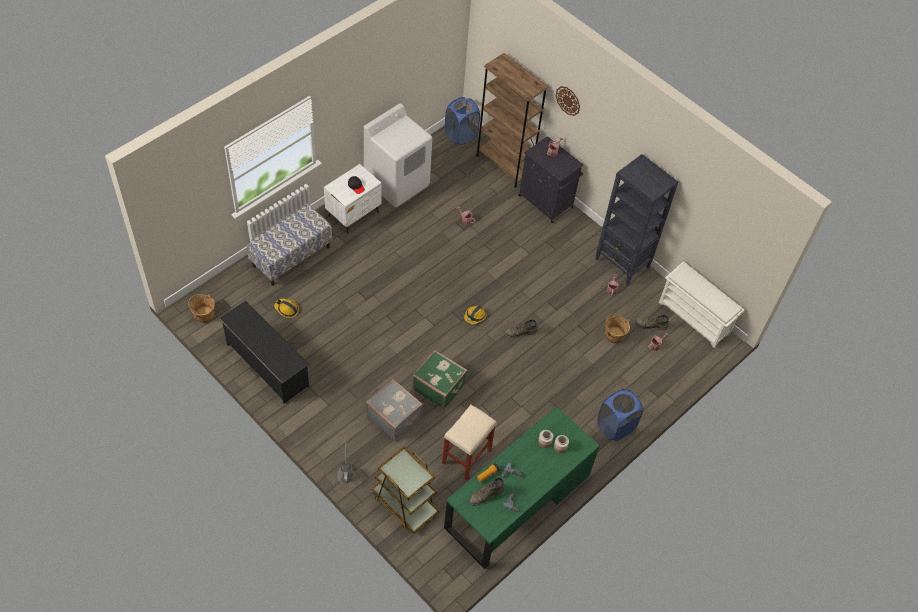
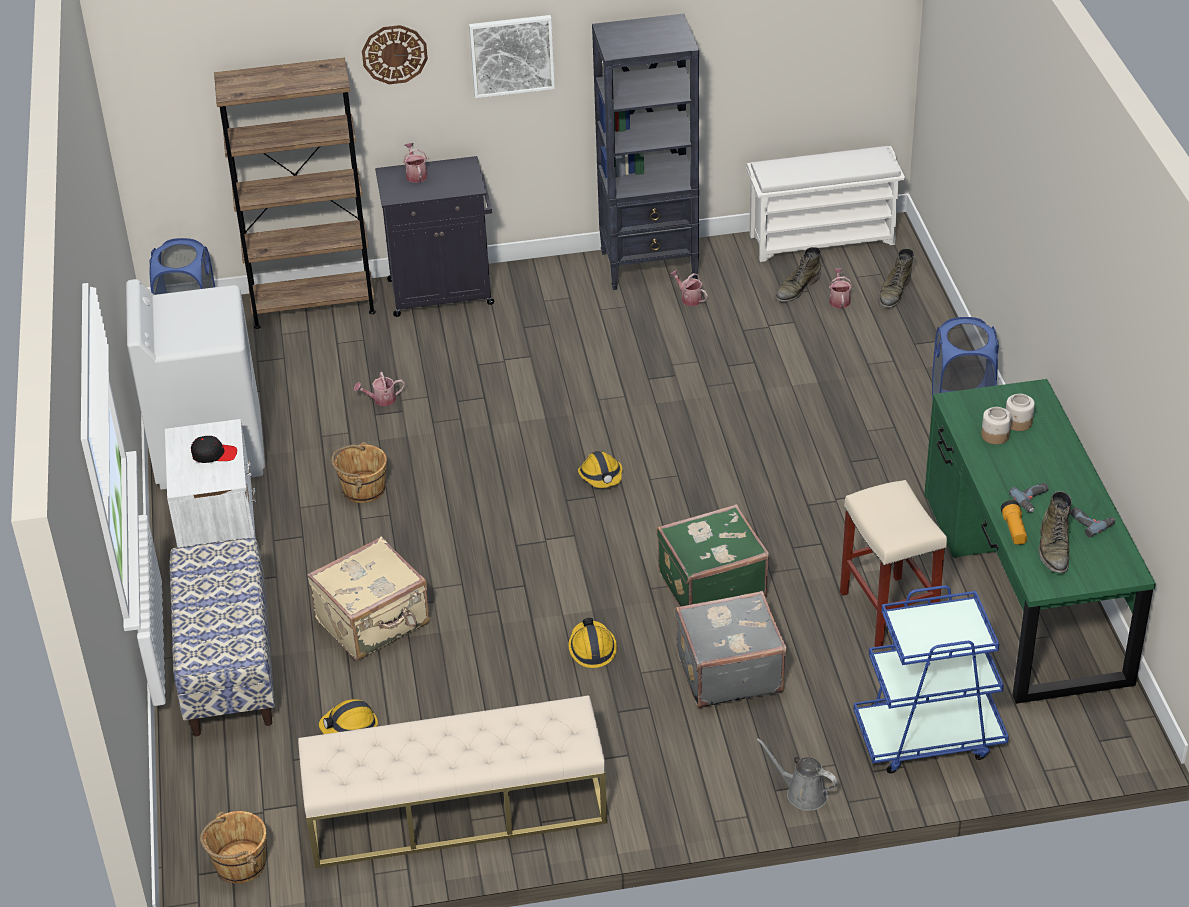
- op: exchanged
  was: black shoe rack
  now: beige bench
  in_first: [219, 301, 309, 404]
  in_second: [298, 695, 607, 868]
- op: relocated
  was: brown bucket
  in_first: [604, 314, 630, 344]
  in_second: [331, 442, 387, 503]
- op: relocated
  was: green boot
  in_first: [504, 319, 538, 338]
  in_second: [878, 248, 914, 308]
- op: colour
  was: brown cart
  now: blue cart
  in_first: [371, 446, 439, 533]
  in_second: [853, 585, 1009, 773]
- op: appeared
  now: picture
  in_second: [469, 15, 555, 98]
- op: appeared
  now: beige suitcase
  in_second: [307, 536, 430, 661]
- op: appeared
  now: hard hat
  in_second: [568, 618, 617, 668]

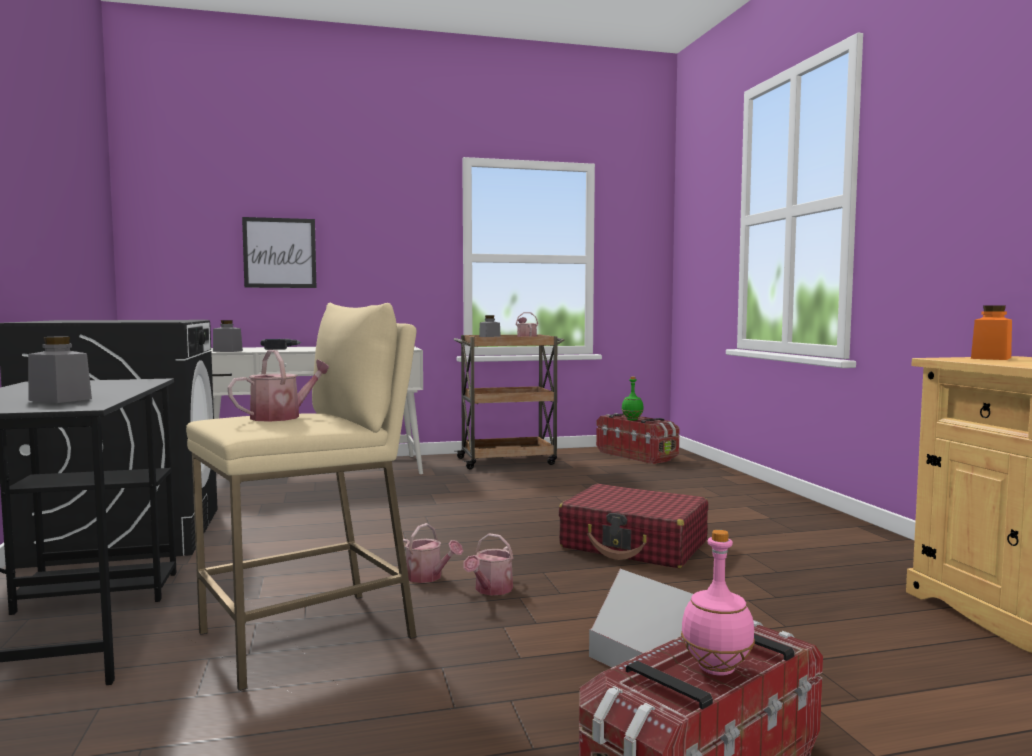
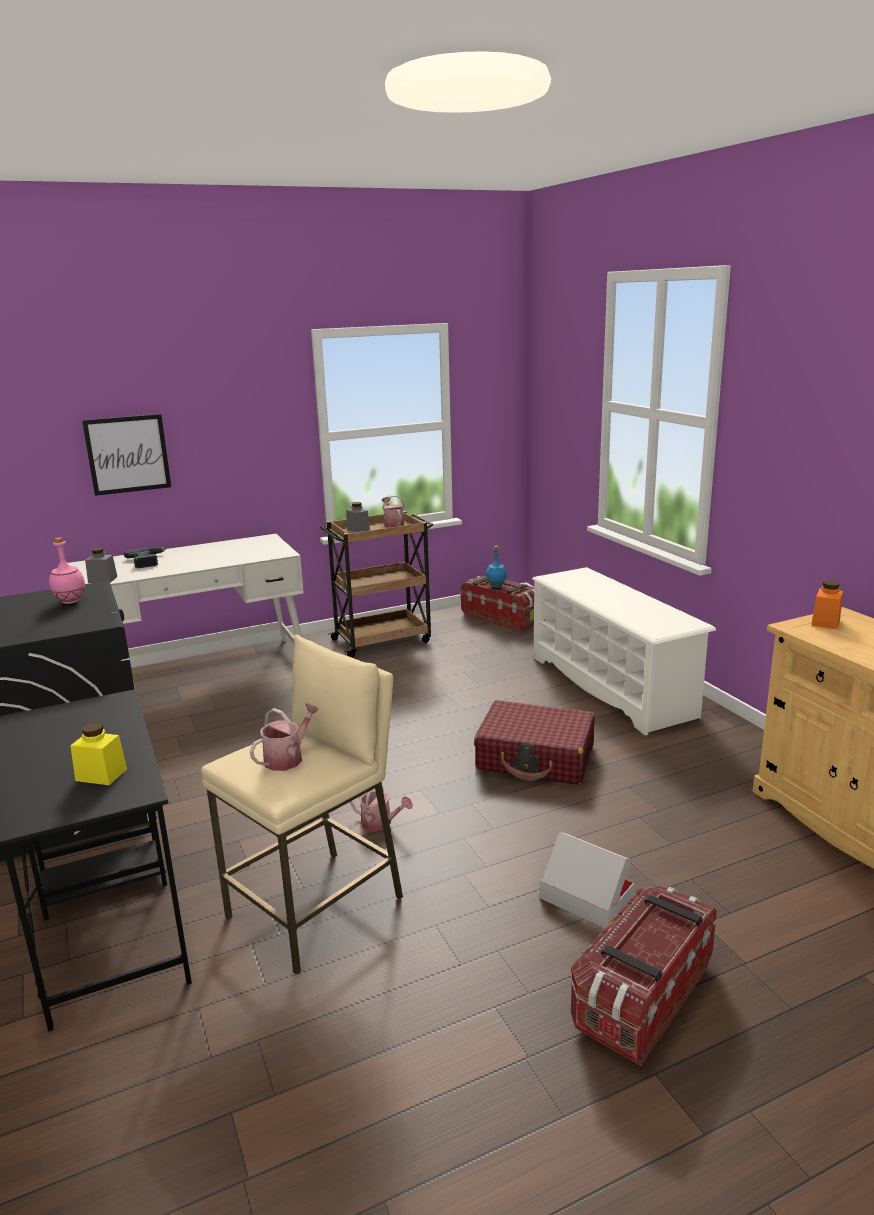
- op: colour
  was: grey jar
  now: yellow jar
  in_first: [28, 336, 92, 403]
  in_second: [70, 722, 127, 785]
- op: colour
  was: green bottle
  now: blue bottle
  in_first: [622, 377, 644, 421]
  in_second: [486, 546, 507, 588]
- op: relocated
  was: pink bottle
  in_first: [681, 530, 755, 676]
  in_second: [49, 537, 86, 604]
- op: missing
  was: watering can
  in_first: [463, 533, 513, 595]
- op: appeared
  now: white shoe rack
  in_second: [532, 567, 716, 735]

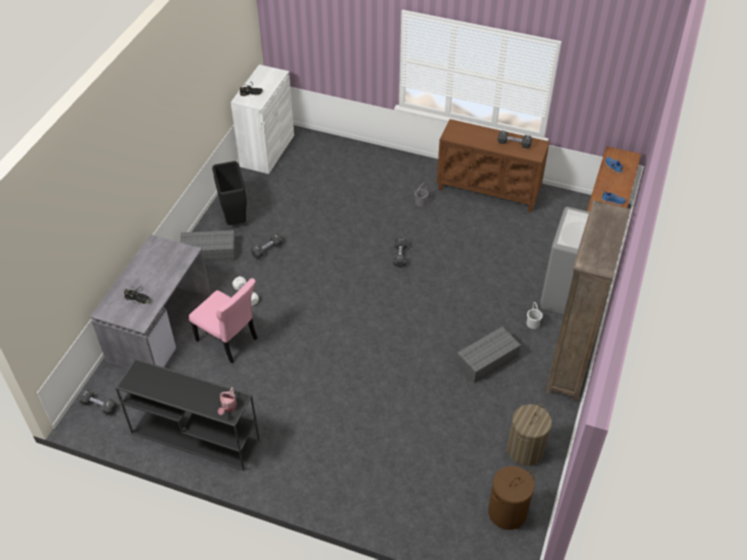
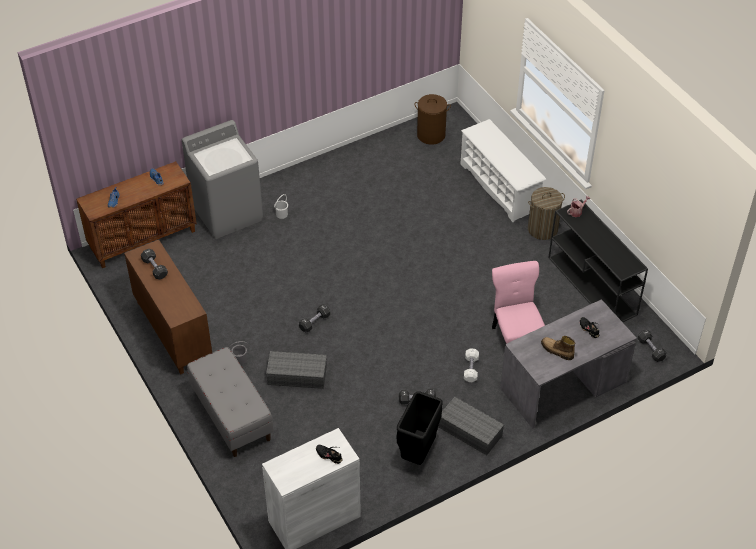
- op: missing
  was: brown bookcase
  in_first: [545, 200, 631, 402]
- op: relocated
  was: grey storage box
  in_first: [456, 327, 521, 383]
  in_second: [266, 351, 327, 389]
- op: relocated
  was: laundry basket
  in_first: [507, 404, 552, 466]
  in_second: [528, 187, 565, 240]
- op: appeared
  now: white shoe rack
  in_second: [461, 119, 546, 222]
- op: appeared
  now: boot
  in_second: [541, 336, 575, 360]
- op: appeared
  now: grey bench
  in_second: [187, 347, 274, 457]

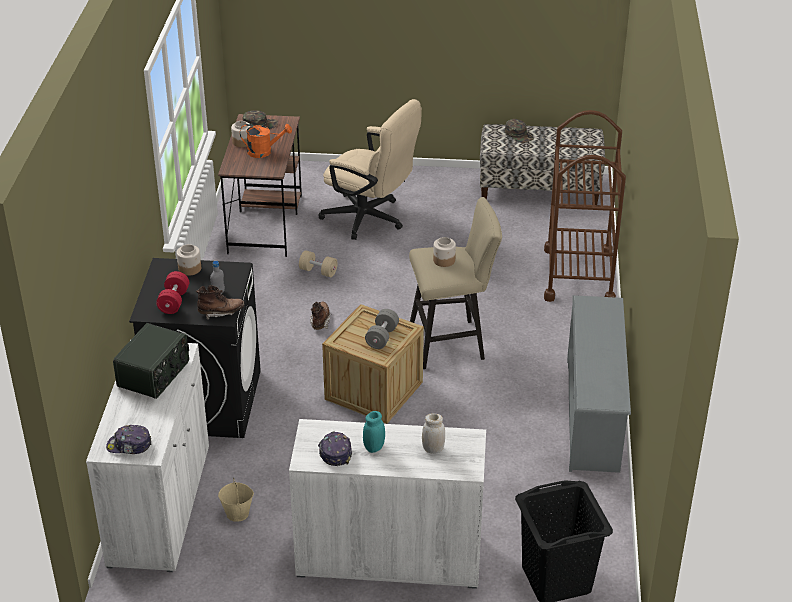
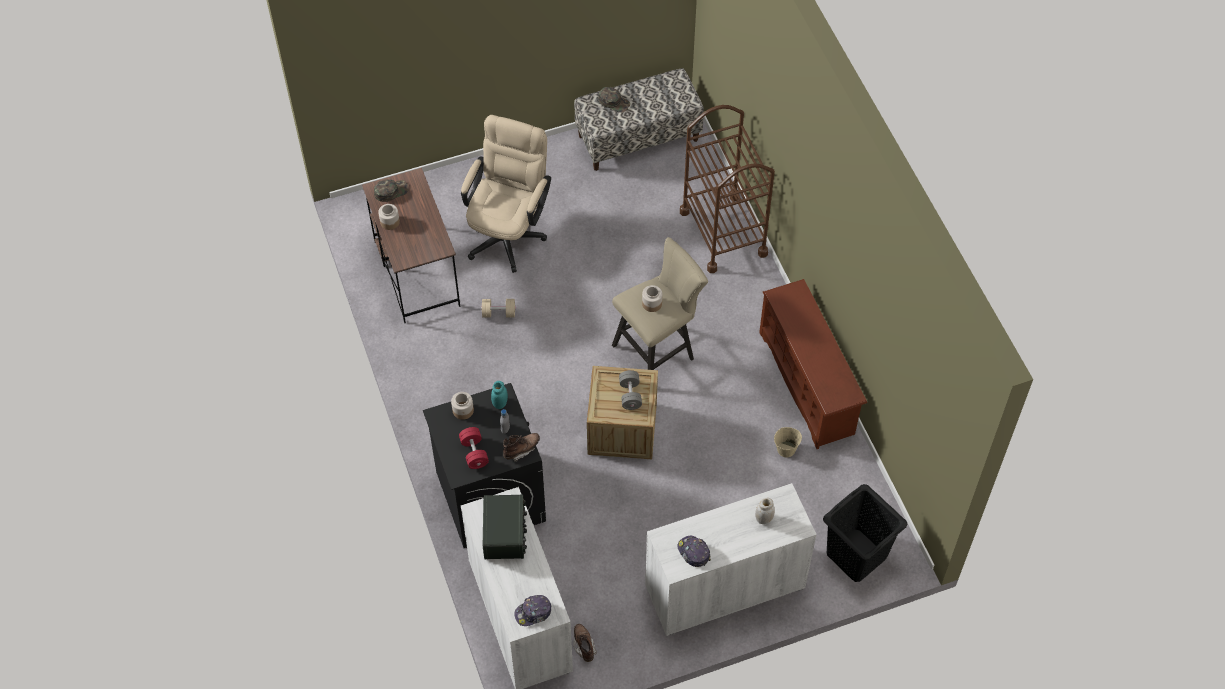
- op: spun
  was: beige office chair
  in_first: [318, 99, 422, 240]
  in_second: [461, 115, 551, 273]
  clockwise: -75
- op: missing
  was: orange watering can
  in_first: [240, 124, 292, 158]
- op: colour
  was: grey shoe rack
  now: brown shoe rack
  in_first: [567, 295, 631, 473]
  in_second: [759, 279, 867, 449]
- op: relocated
  was: brown boot
  in_first: [310, 302, 331, 330]
  in_second: [574, 624, 597, 662]
- op: relocated
  was: turquoise jar
  in_first: [363, 411, 385, 453]
  in_second: [491, 381, 508, 409]
- op: relocated
  was: beige bucket
  in_first: [218, 479, 254, 522]
  in_second: [774, 427, 802, 457]

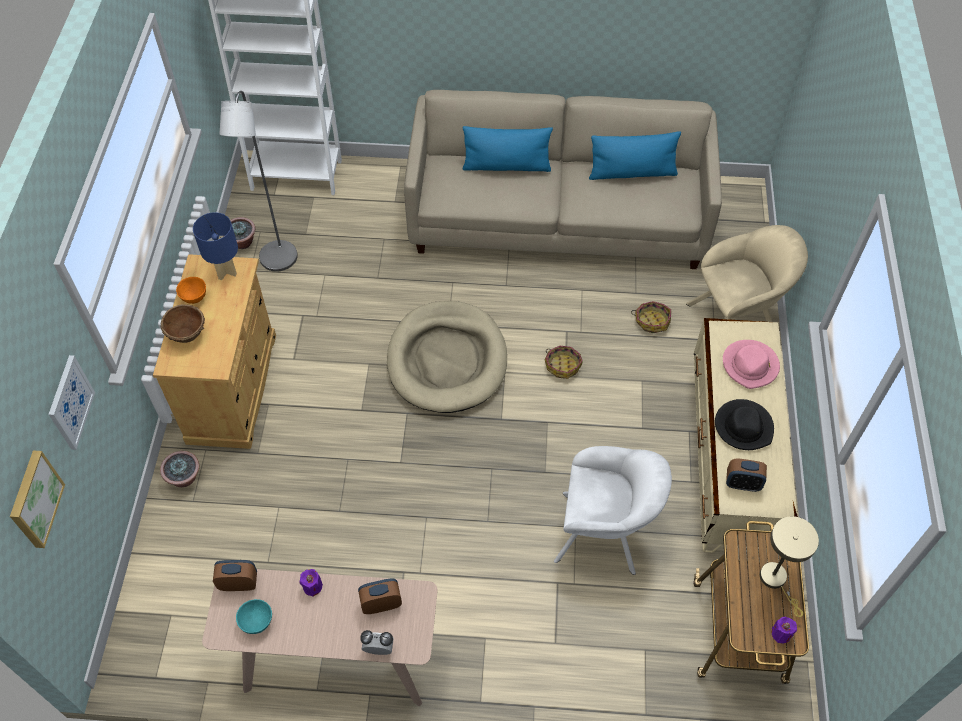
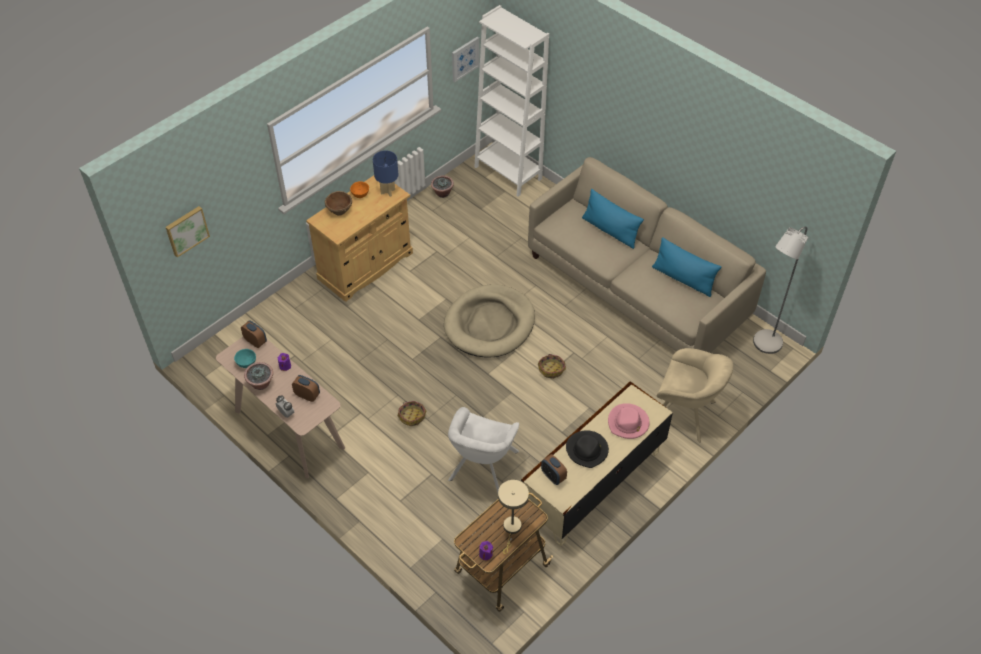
- op: relocated
  was: grey floor lamp
  in_first: [220, 91, 298, 271]
  in_second: [753, 227, 808, 354]
- op: relocated
  was: basket
  in_first: [631, 301, 671, 333]
  in_second: [398, 401, 426, 426]
- op: relocated
  was: picture
  in_first: [48, 355, 95, 450]
  in_second: [452, 37, 480, 82]
- op: spun
  was: white armchair
  in_first: [554, 446, 672, 575]
  in_second: [448, 407, 519, 493]
  clockwise: 60
- op: relocated
  was: potted plant
  in_first: [160, 451, 199, 487]
  in_second: [244, 362, 273, 390]

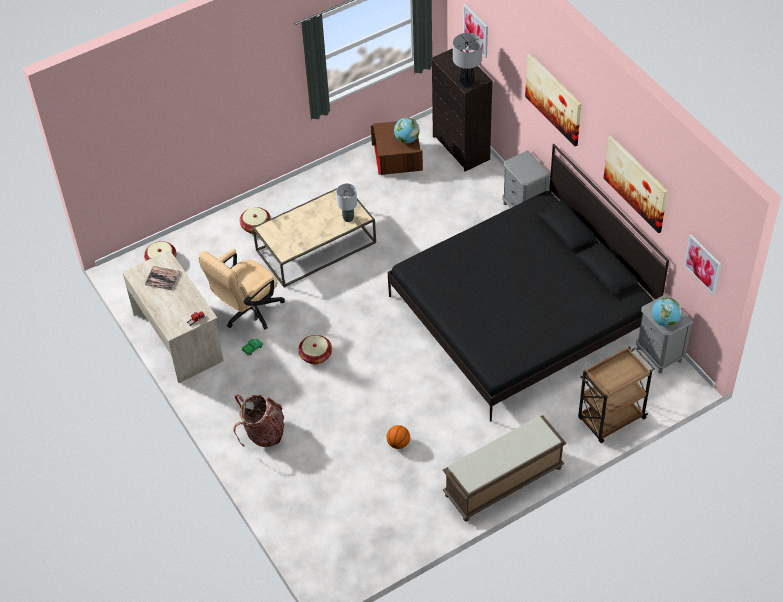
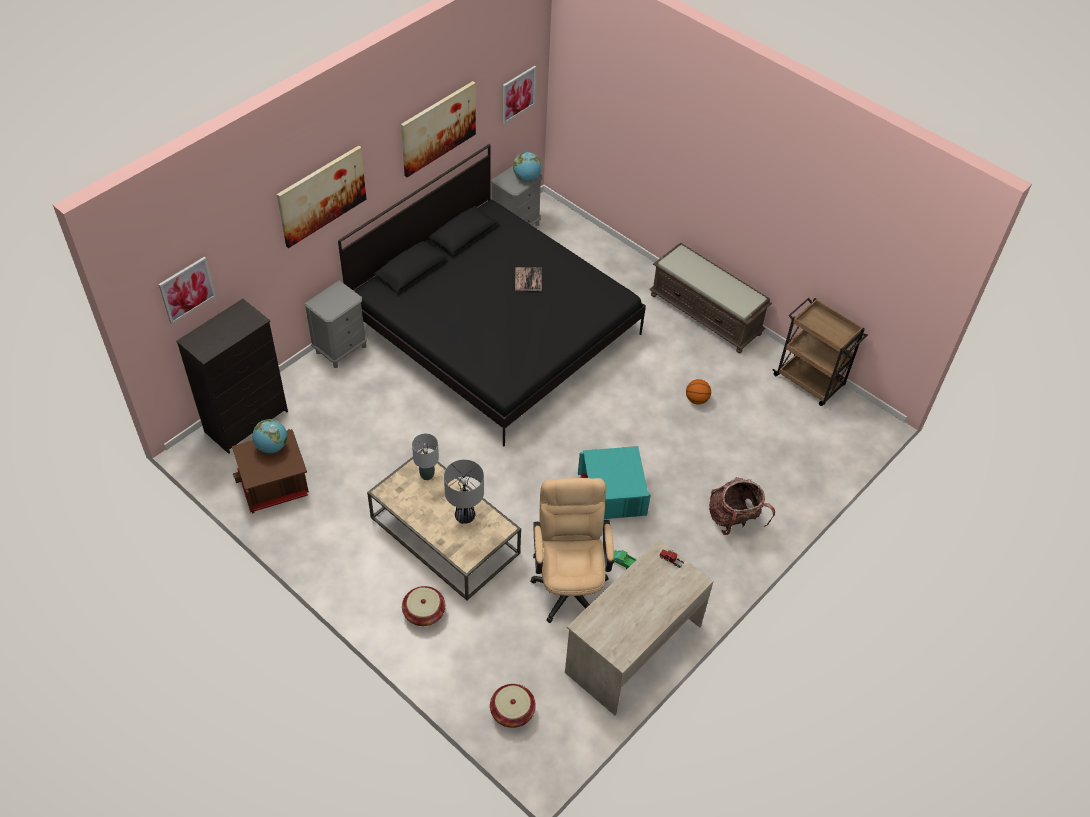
- op: relocated
  was: table lamp
  in_first: [453, 33, 482, 88]
  in_second: [444, 459, 484, 524]
- op: spun
  was: beige office chair
  in_first: [199, 249, 285, 330]
  in_second: [530, 478, 614, 623]
  clockwise: -120
- op: relocated
  was: book
  in_first: [145, 266, 180, 290]
  in_second: [515, 267, 542, 291]
- op: exchanged
  was: basket
  now: turquoise storage box
  in_first: [298, 335, 332, 364]
  in_second: [578, 446, 651, 519]
- op: relocated
  was: brown cart
  in_first: [578, 346, 655, 443]
  in_second: [773, 298, 868, 406]

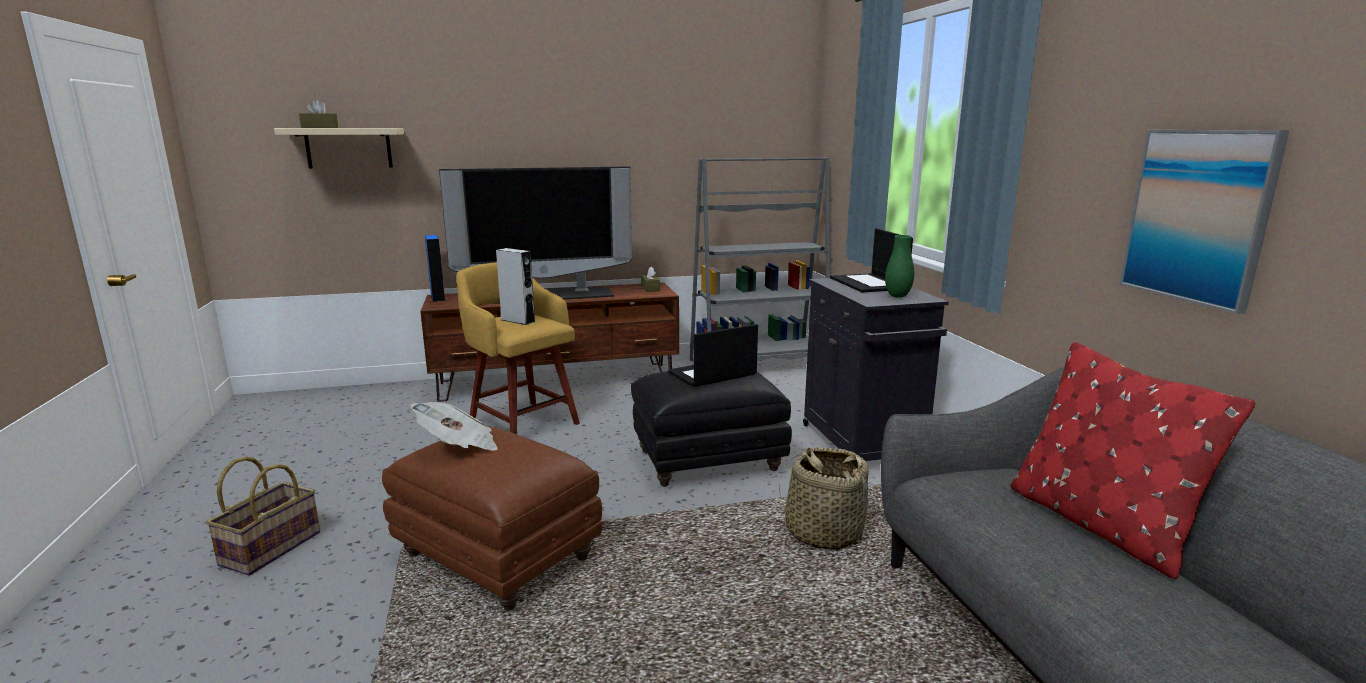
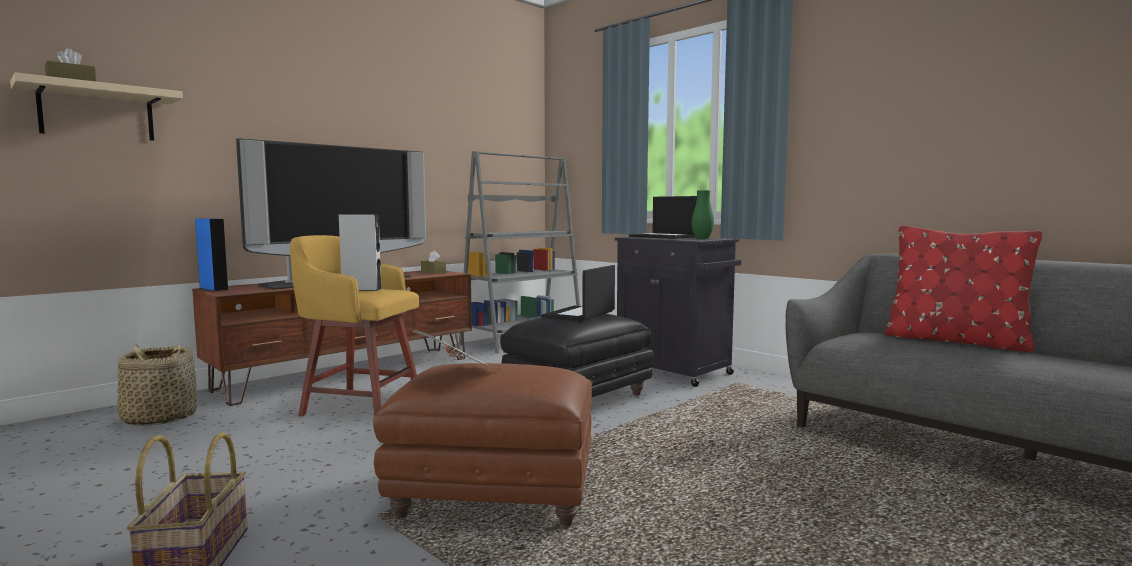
- op: missing
  was: picture
  in_first: [1119, 130, 1290, 314]
- op: relocated
  was: basket
  in_first: [779, 447, 870, 550]
  in_second: [118, 344, 197, 426]

